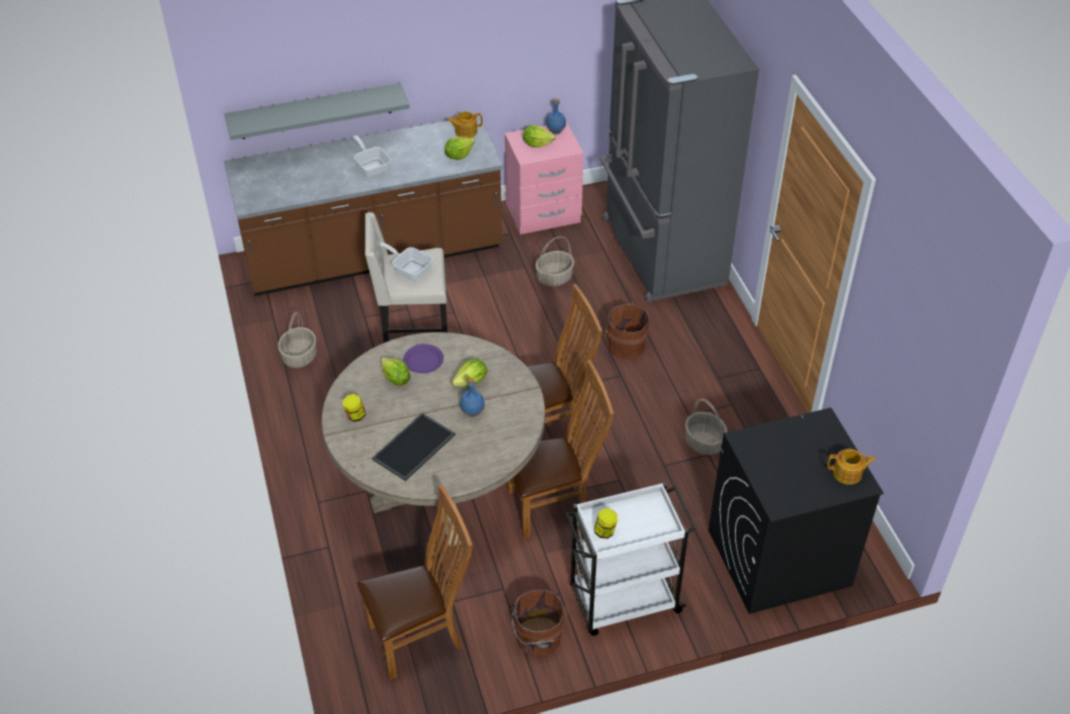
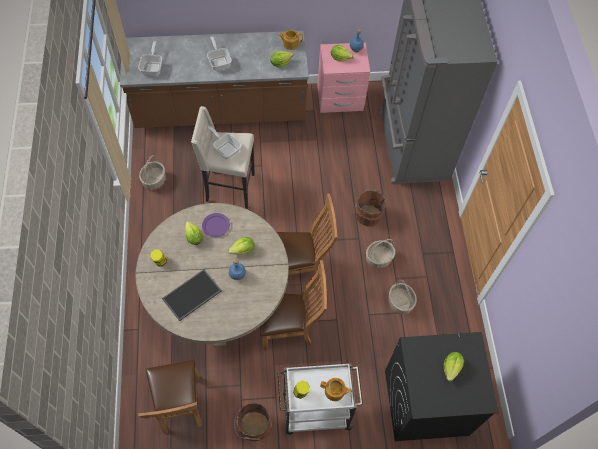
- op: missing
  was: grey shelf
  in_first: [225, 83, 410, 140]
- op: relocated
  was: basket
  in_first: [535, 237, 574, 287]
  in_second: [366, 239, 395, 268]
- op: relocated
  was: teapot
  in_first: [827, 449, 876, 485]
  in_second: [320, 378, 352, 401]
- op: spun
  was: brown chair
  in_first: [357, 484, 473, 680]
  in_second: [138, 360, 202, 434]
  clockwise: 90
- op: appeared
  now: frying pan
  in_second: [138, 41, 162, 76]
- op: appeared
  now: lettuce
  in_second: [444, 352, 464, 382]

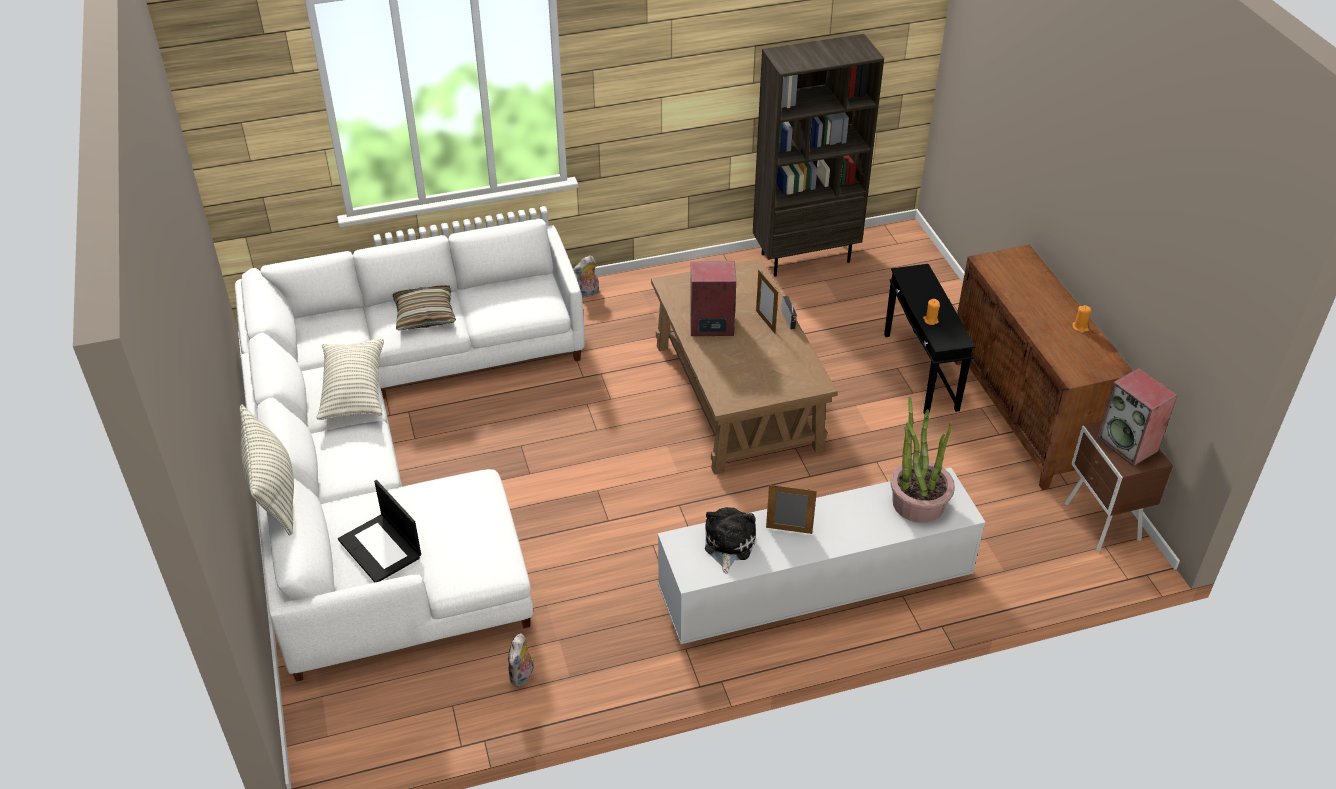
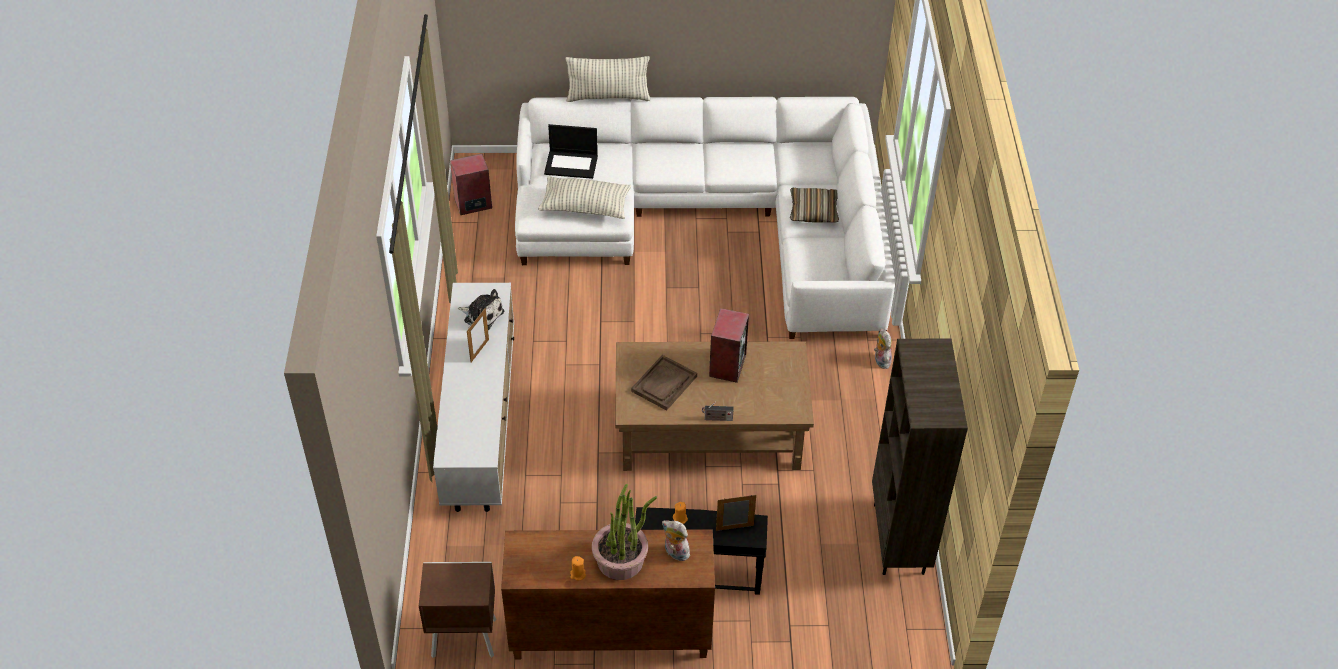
- op: relocated
  was: picture frame
  in_first: [756, 270, 778, 334]
  in_second: [716, 495, 756, 531]
- op: relocated
  was: pillow
  in_first: [317, 338, 384, 420]
  in_second: [538, 176, 631, 219]
- op: relocated
  was: speaker
  in_first: [1097, 368, 1178, 466]
  in_second: [450, 154, 492, 215]
- op: relocated
  was: potted plant
  in_first: [890, 397, 955, 523]
  in_second: [592, 484, 657, 580]
- op: spun
  was: laptop
  in_first: [338, 480, 421, 583]
  in_second: [544, 124, 598, 179]
  clockwise: -150
- op: relocated
  was: plush toy
  in_first: [508, 634, 534, 687]
  in_second: [662, 520, 690, 561]
- op: appeared
  now: brown tray
  in_second: [631, 355, 697, 411]

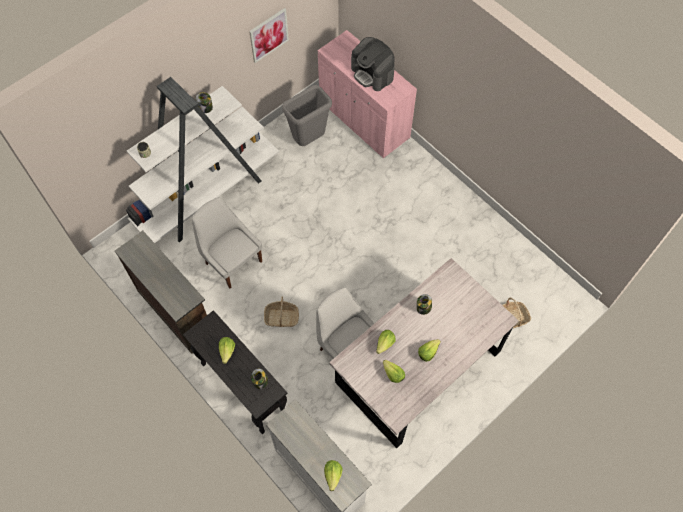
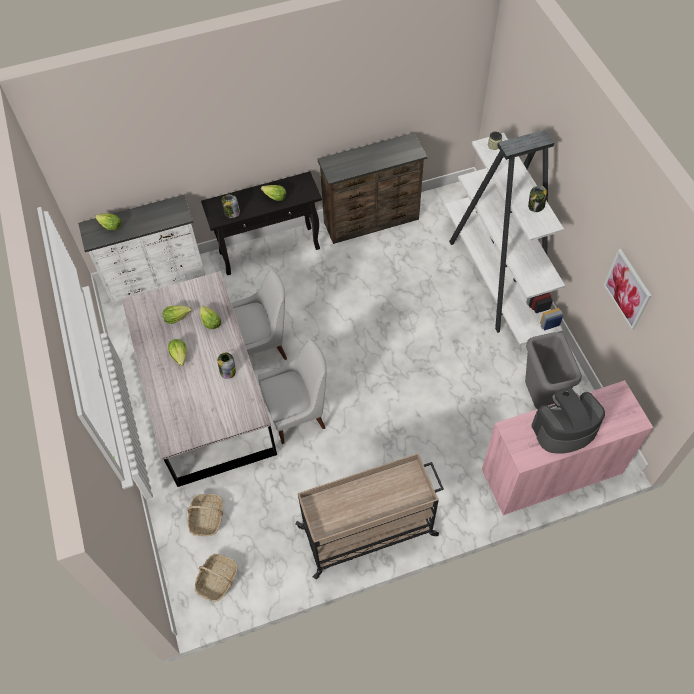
- op: relocated
  was: white chair
  in_first: [192, 197, 262, 288]
  in_second: [258, 339, 327, 444]
- op: relocated
  was: basket
  in_first: [264, 296, 299, 327]
  in_second: [195, 554, 238, 602]
- op: appeared
  now: beige cart
  in_second: [296, 453, 444, 580]

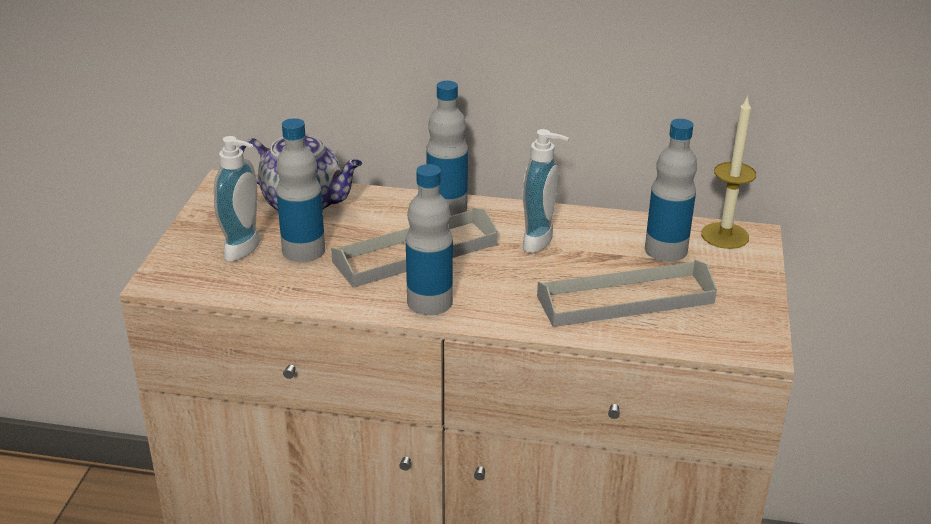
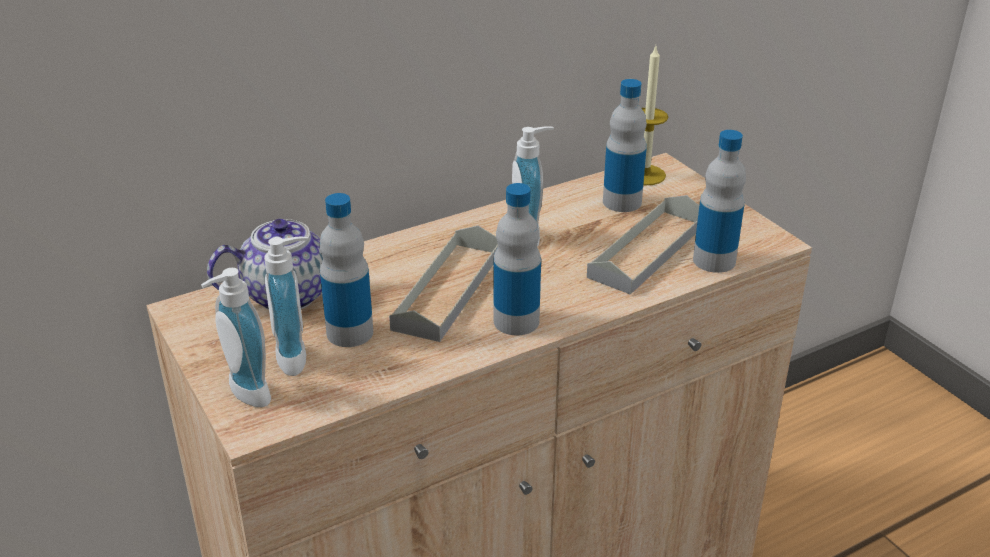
- op: relocated
  was: bottle
  in_first: [426, 81, 468, 216]
  in_second: [693, 130, 746, 273]
- op: appeared
  now: soap dispenser
  in_second: [201, 268, 271, 407]

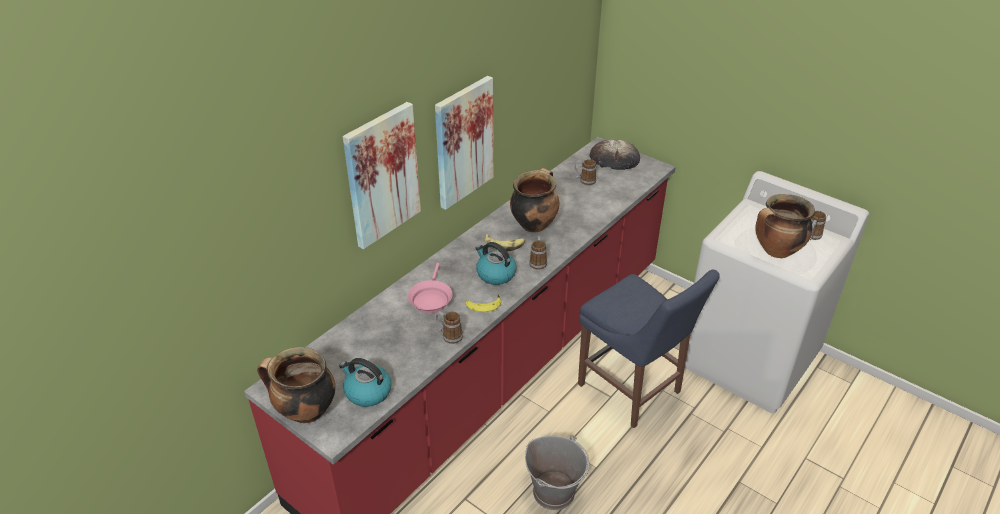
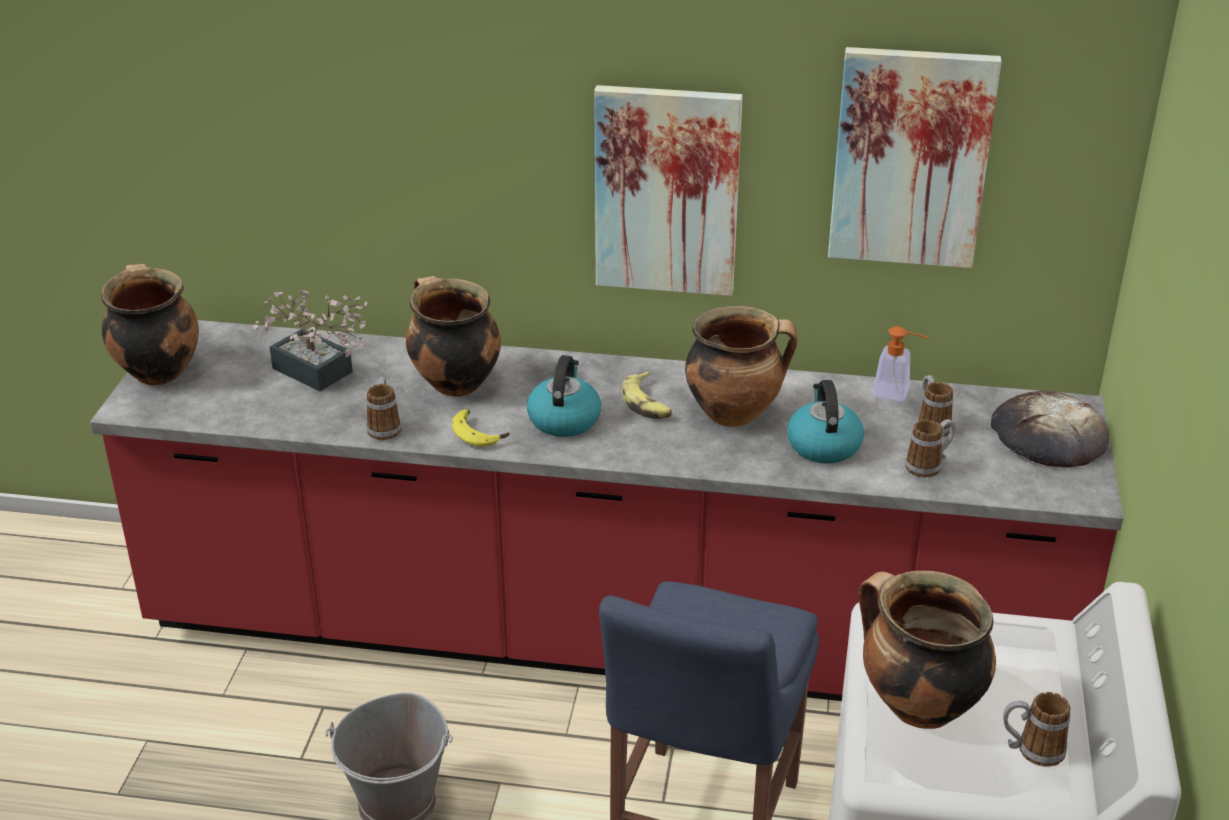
- op: relocated
  was: picture
  in_first: [343, 102, 421, 249]
  in_second: [828, 47, 1002, 268]
- op: relocated
  was: mug
  in_first: [529, 236, 547, 270]
  in_second: [905, 419, 956, 477]
- op: exchanged
  was: pink frying pan
  now: cooking pot
  in_first: [408, 263, 453, 313]
  in_second: [405, 276, 501, 397]
- op: relocated
  was: kettle
  in_first: [339, 358, 392, 407]
  in_second: [787, 380, 864, 464]
- op: appeared
  now: potted plant
  in_second: [252, 291, 368, 392]
- op: appeared
  now: soap dispenser
  in_second: [873, 326, 929, 402]

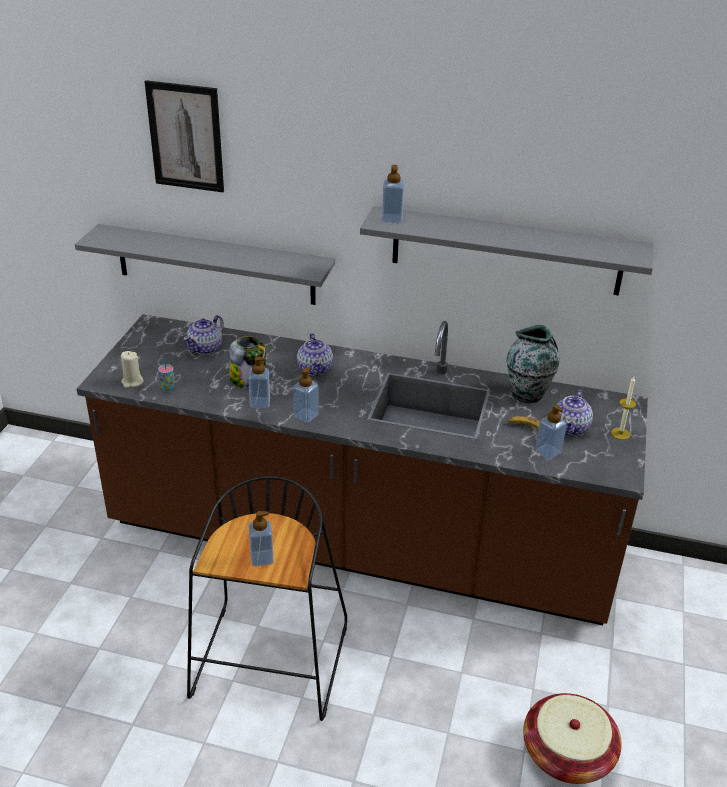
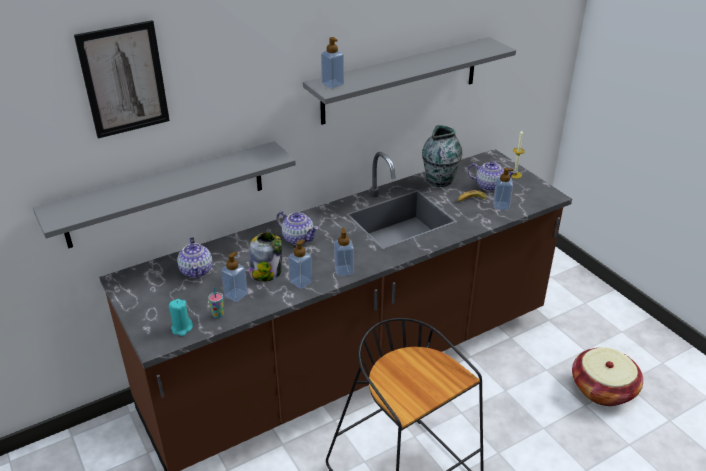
- op: colour
  was: beige candle
  now: turquoise candle
  in_first: [121, 351, 144, 388]
  in_second: [169, 299, 193, 336]
- op: spun
  was: teapot
  in_first: [557, 390, 593, 435]
  in_second: [467, 161, 516, 191]
  clockwise: -45
- op: relocated
  was: soap dispenser
  in_first: [249, 511, 274, 566]
  in_second: [221, 251, 248, 302]

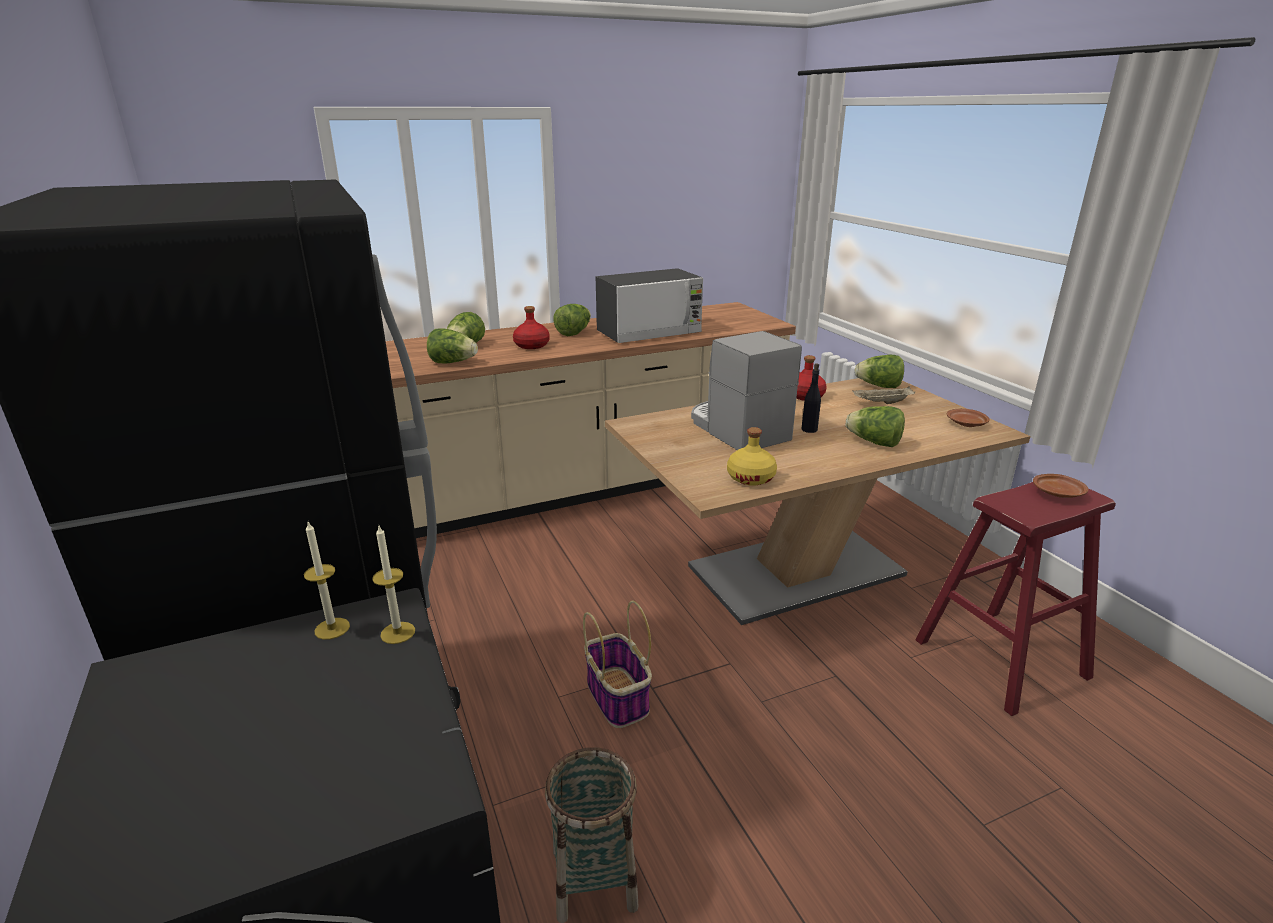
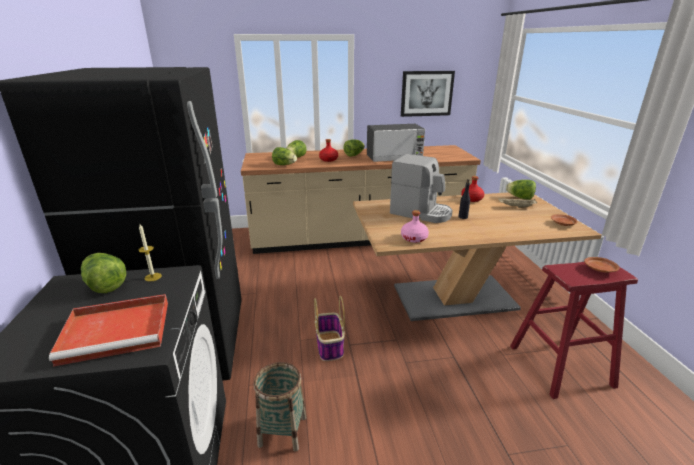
- op: spun
  was: coffee machine
  in_first: [691, 331, 802, 450]
  in_second: [390, 154, 453, 223]
  clockwise: 135
- op: relocated
  was: lettuce
  in_first: [846, 406, 905, 447]
  in_second: [81, 253, 126, 293]
- op: colour
  was: yellow bottle
  now: pink bottle
  in_first: [727, 427, 777, 486]
  in_second: [401, 210, 429, 243]
- op: missing
  was: candle
  in_first: [372, 524, 415, 644]
- op: appeared
  now: picture
  in_second: [401, 71, 455, 117]
- op: appeared
  now: red tray
  in_second: [49, 294, 168, 367]

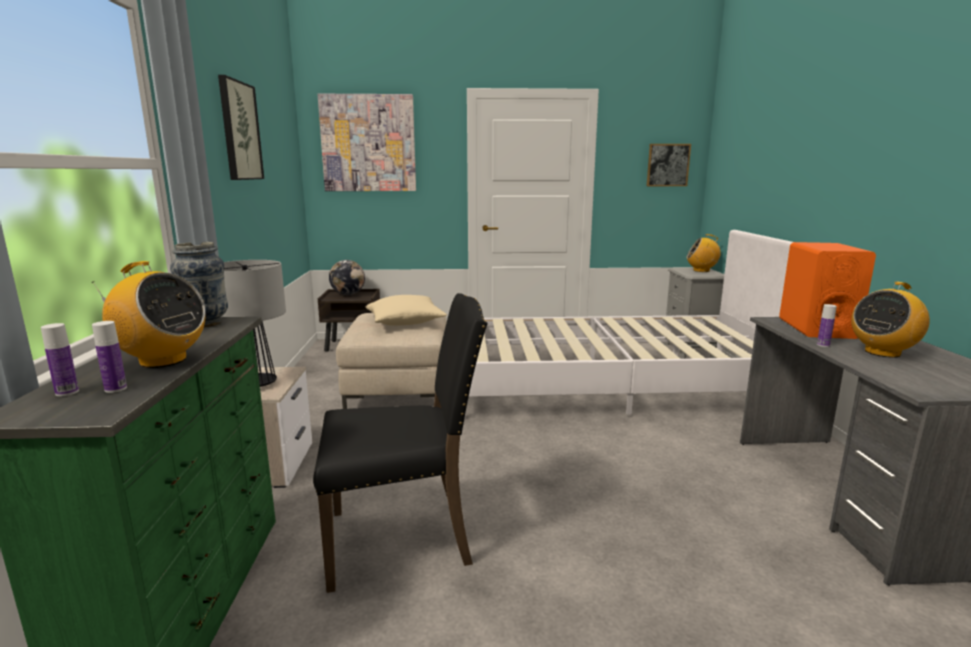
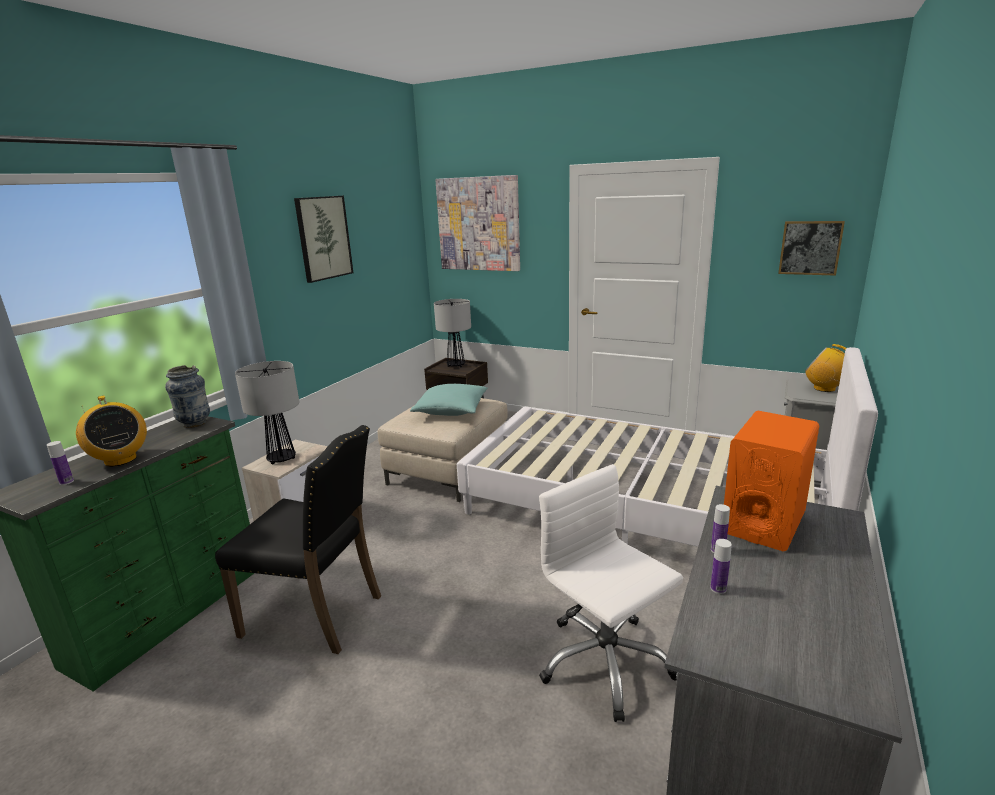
- op: exchanged
  was: globe
  now: table lamp
  in_first: [329, 260, 365, 295]
  in_second: [434, 299, 471, 367]
- op: missing
  was: radio
  in_first: [851, 282, 930, 358]
- op: colour
  was: beige pillow
  now: turquoise pillow
  in_first: [366, 295, 447, 326]
  in_second: [410, 384, 488, 416]
- op: relocated
  was: bottle
  in_first: [41, 323, 79, 396]
  in_second: [710, 539, 732, 594]
- op: appeared
  now: white office chair
  in_second: [539, 464, 683, 722]

